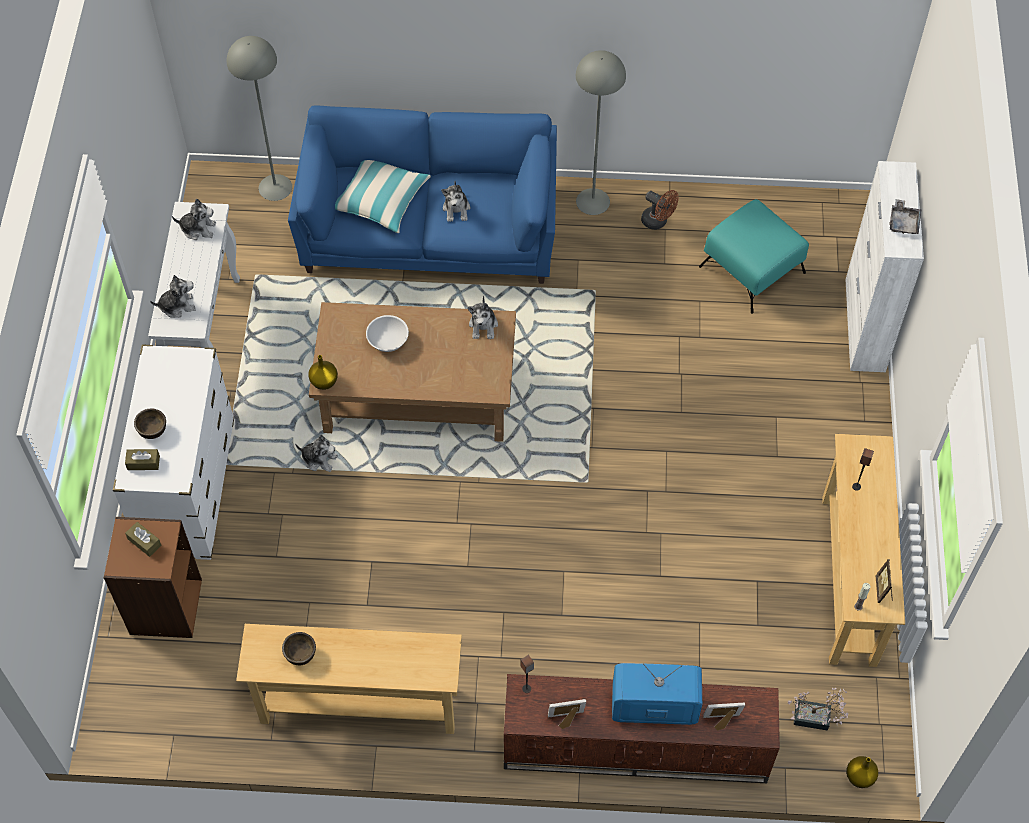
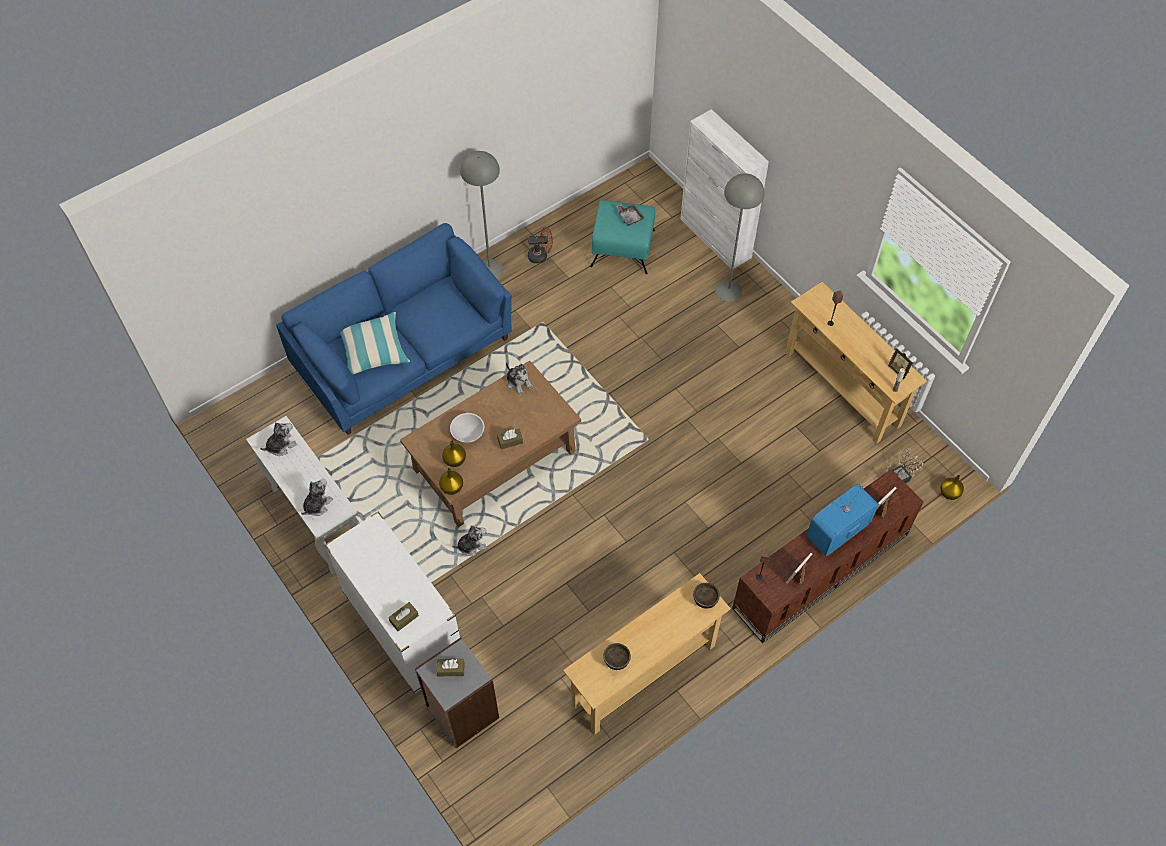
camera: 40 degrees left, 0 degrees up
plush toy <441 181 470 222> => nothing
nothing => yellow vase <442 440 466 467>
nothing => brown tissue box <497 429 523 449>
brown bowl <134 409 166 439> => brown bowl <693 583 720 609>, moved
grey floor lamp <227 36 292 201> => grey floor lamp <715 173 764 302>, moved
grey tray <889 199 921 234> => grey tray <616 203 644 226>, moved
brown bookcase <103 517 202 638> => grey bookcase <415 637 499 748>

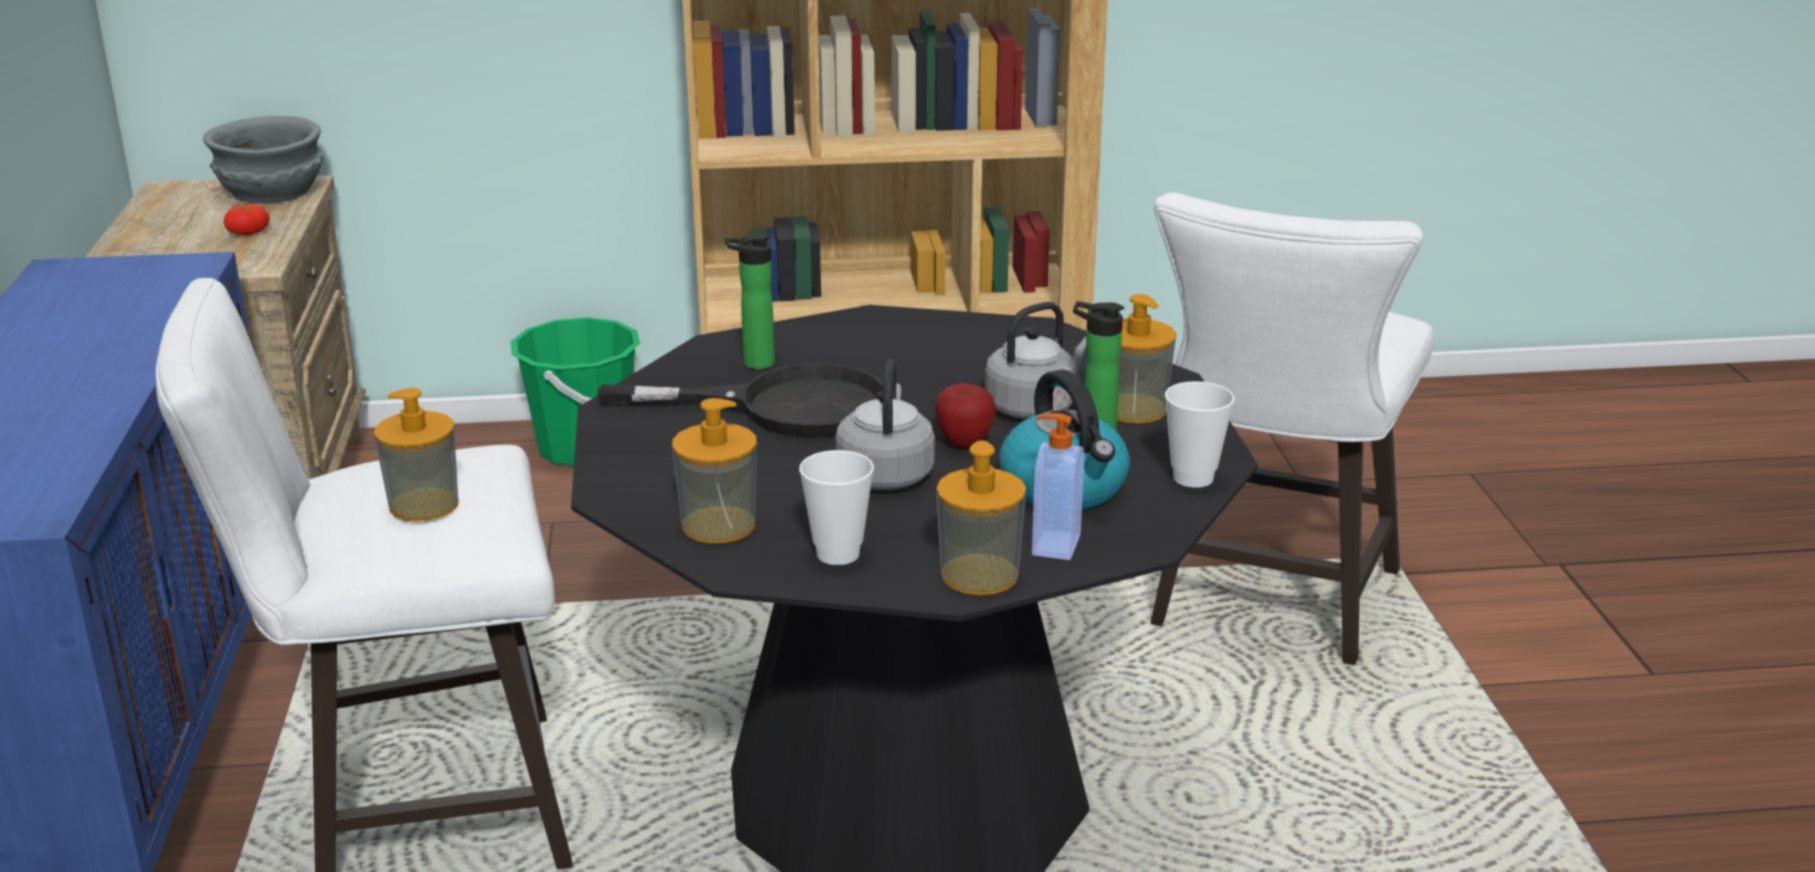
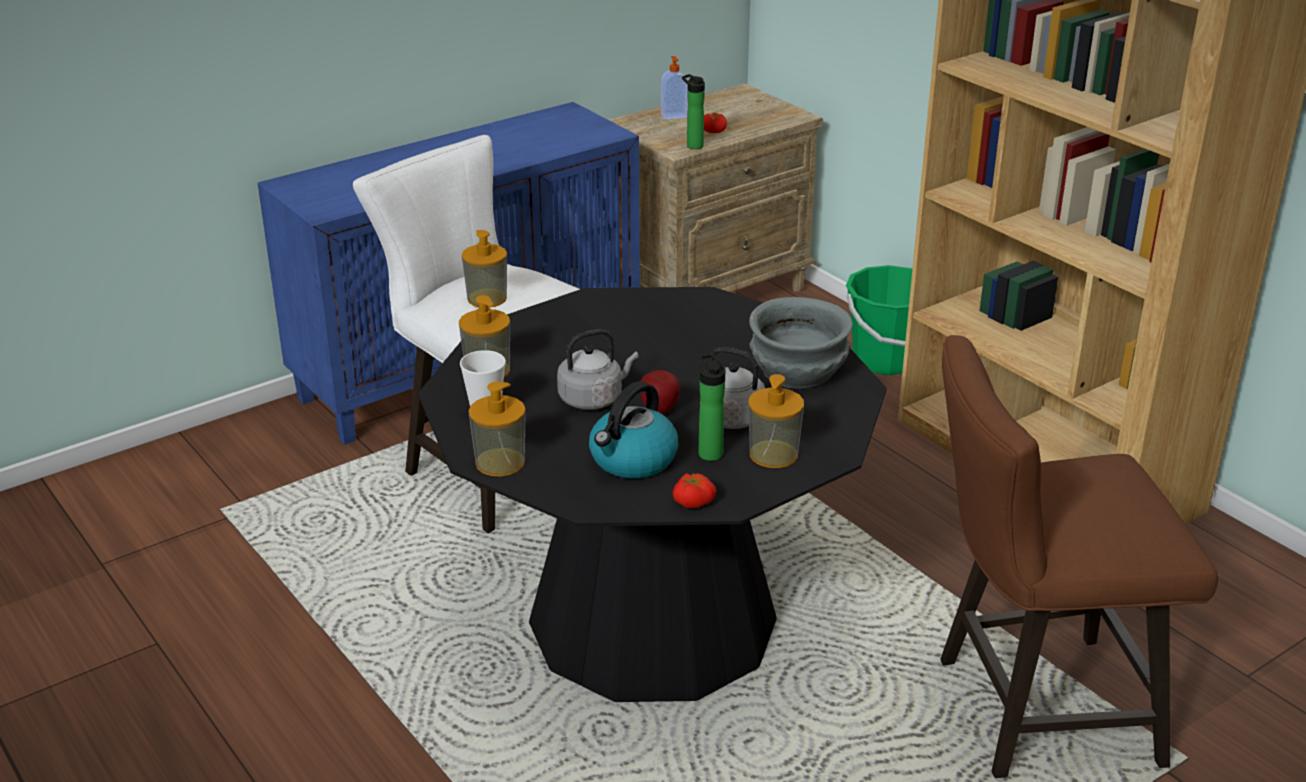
camera: 60 degrees right, 5 degrees up
black frying pan <597 363 883 438> => nothing
grey bowl <203 116 323 204> => grey bowl <749 297 853 389>, moved
bottle <725 233 775 369> => bottle <682 74 705 149>, moved
soap dispenser <1032 413 1084 560> => soap dispenser <661 56 688 120>, moved
cup <1165 381 1234 488> => tomato <673 473 717 508>
white stool <1151 193 1434 665> => brown stool <940 335 1218 778>

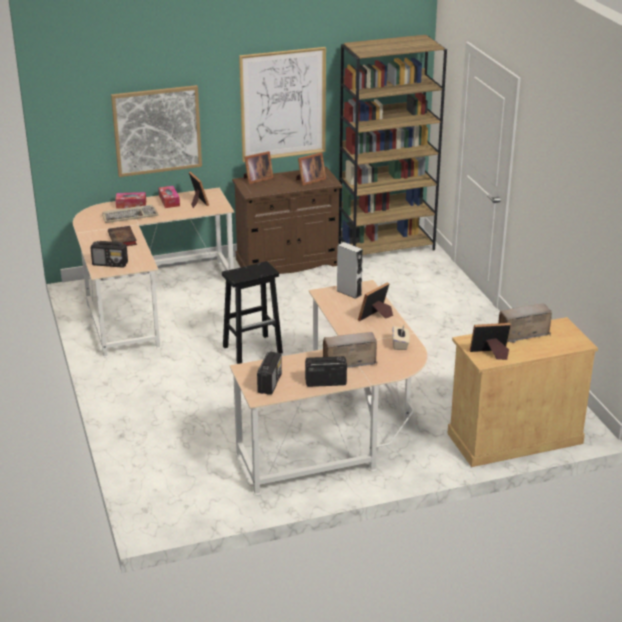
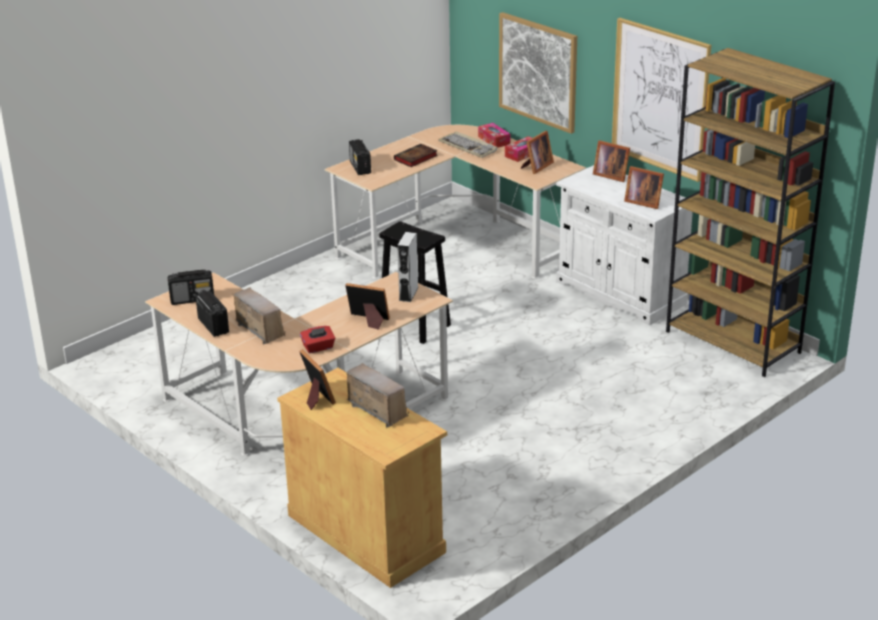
camera: 65 degrees right, 0 degrees up
brown cabinet <232 167 343 274> => white cabinet <556 165 693 325>
beige tissue box <392 326 410 350> => red tissue box <300 326 335 353>

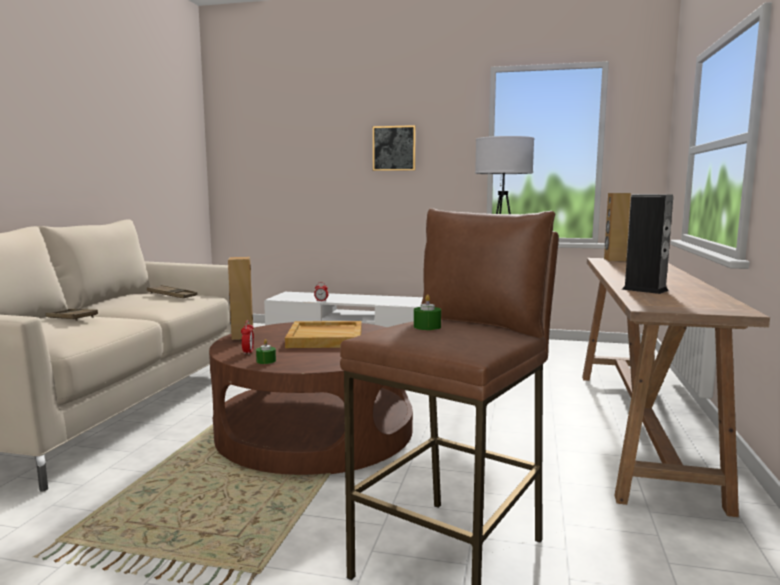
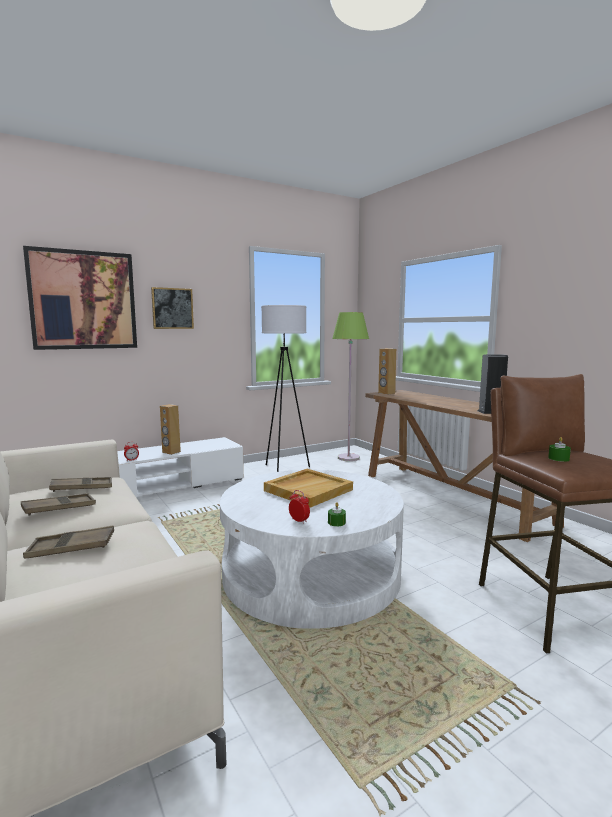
camera: 45 degrees left, 0 degrees up
nothing => brown tray <21 493 96 516>
nothing => picture <23 246 137 350>
nothing => green floor lamp <332 312 369 461>
brown speaker <228 257 254 340> => brown speaker <160 404 181 455>, moved
brown coffee table <209 322 413 475> => white coffee table <220 470 404 629>

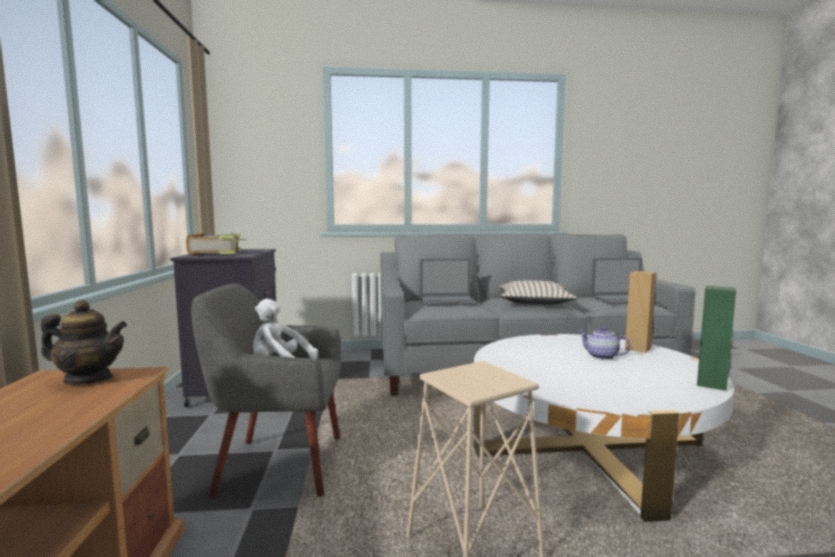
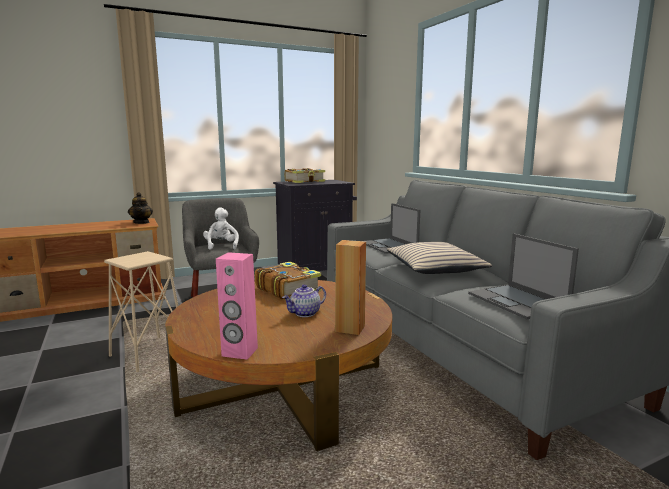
camera: 70 degrees right, 5 degrees up
nothing => book <255 262 321 299>
white coffee table <474 334 734 522> => brown coffee table <165 280 392 451>
green speaker <697 286 736 391> => pink speaker <216 252 258 360>
teapot <579 327 630 360> => teapot <282 284 326 317>, 150 degrees counterclockwise

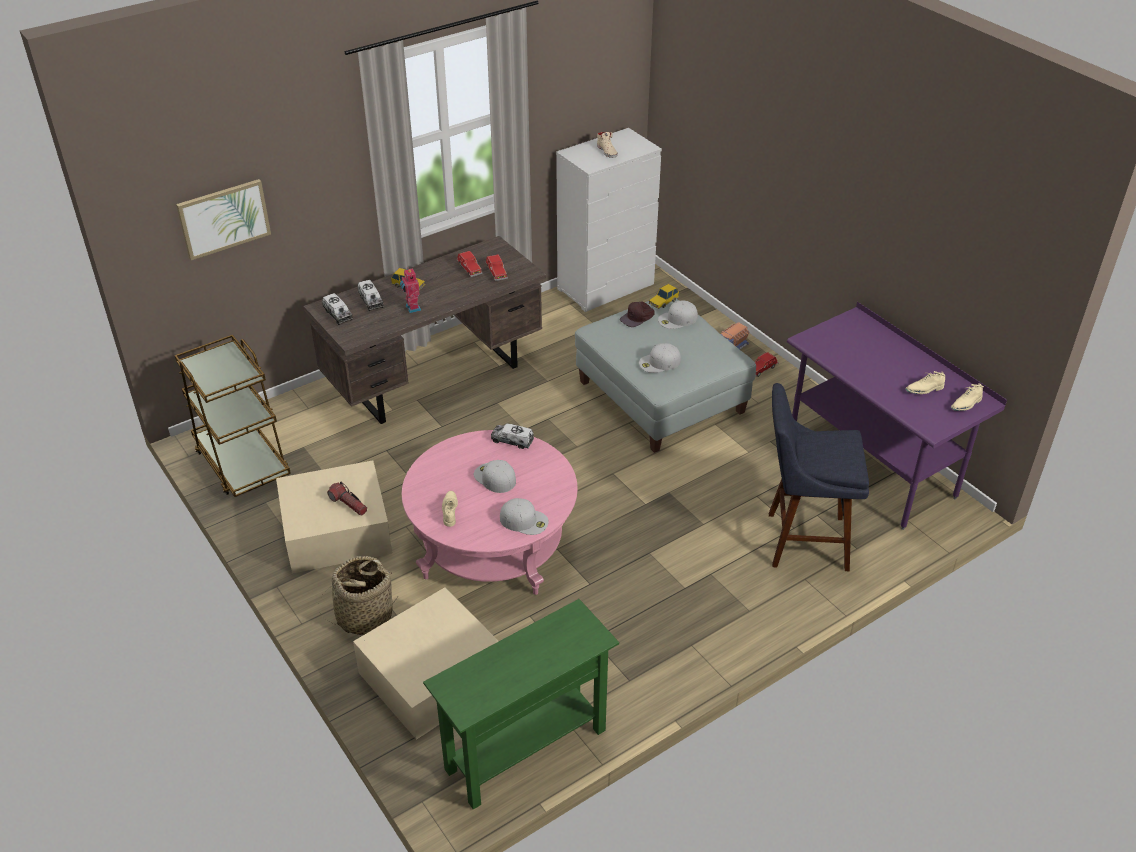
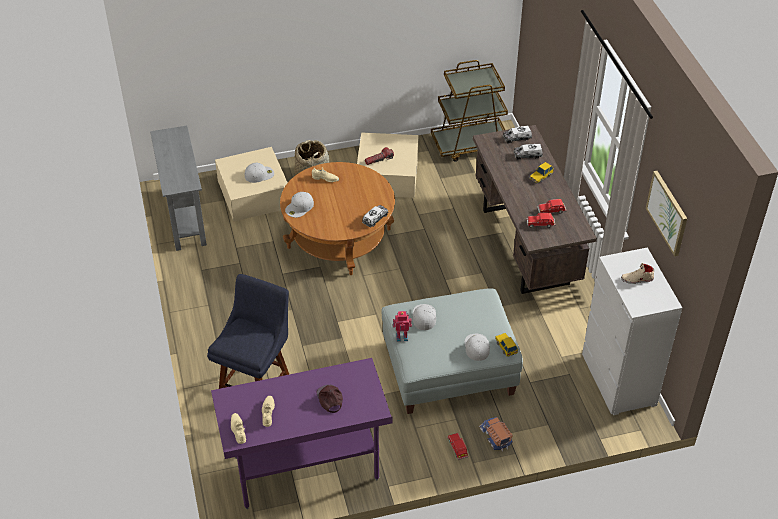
camera: 110 degrees right, 5 degrees up
picture <176 179 271 260> => picture <646 171 687 256>, moved
toy robot <400 268 421 313> => toy robot <393 311 412 342>, moved
white cap <474 460 516 493> => white cap <245 163 274 183>, moved
brown cap <620 302 655 327> => brown cap <317 385 343 413>, moved
pink coffee table <402 430 578 595> => brown coffee table <280 162 395 275>
green console table <423 599 619 809> => grey console table <150 125 207 251>

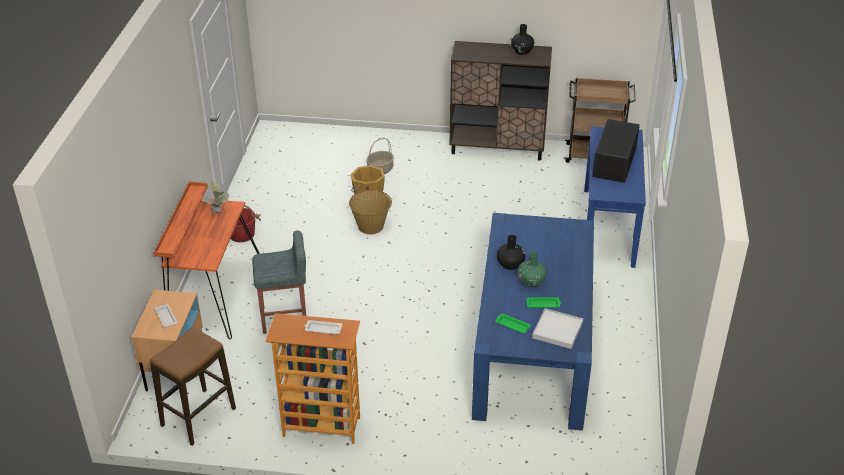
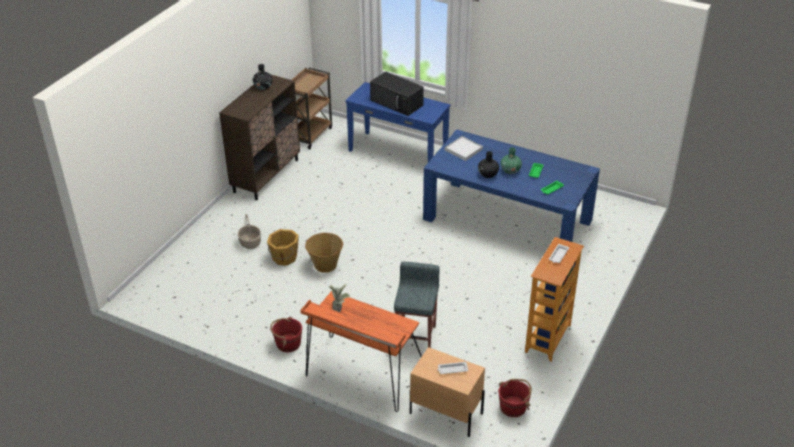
camera: 70 degrees left, 0 degrees up
white tray <532 308 583 349> => white tray <445 136 483 161>, moved
stool <150 327 236 446> => red bucket <499 379 532 417>

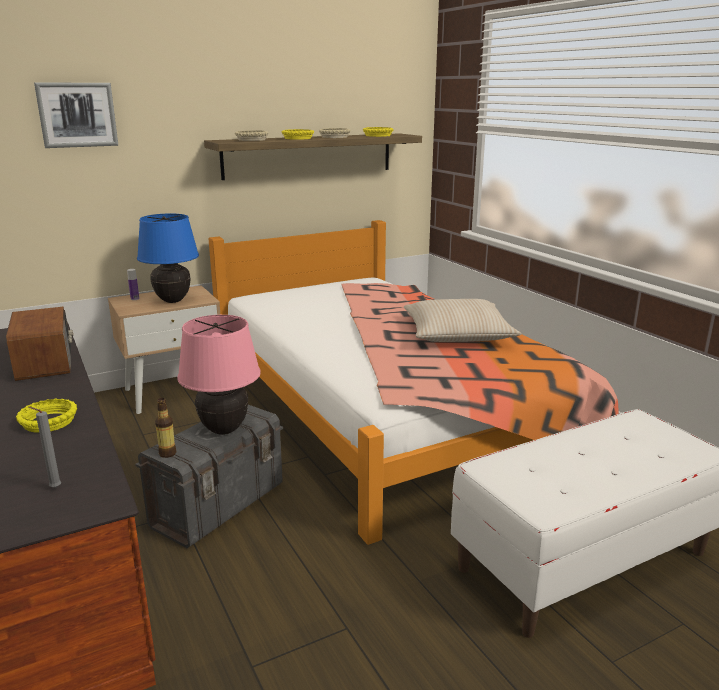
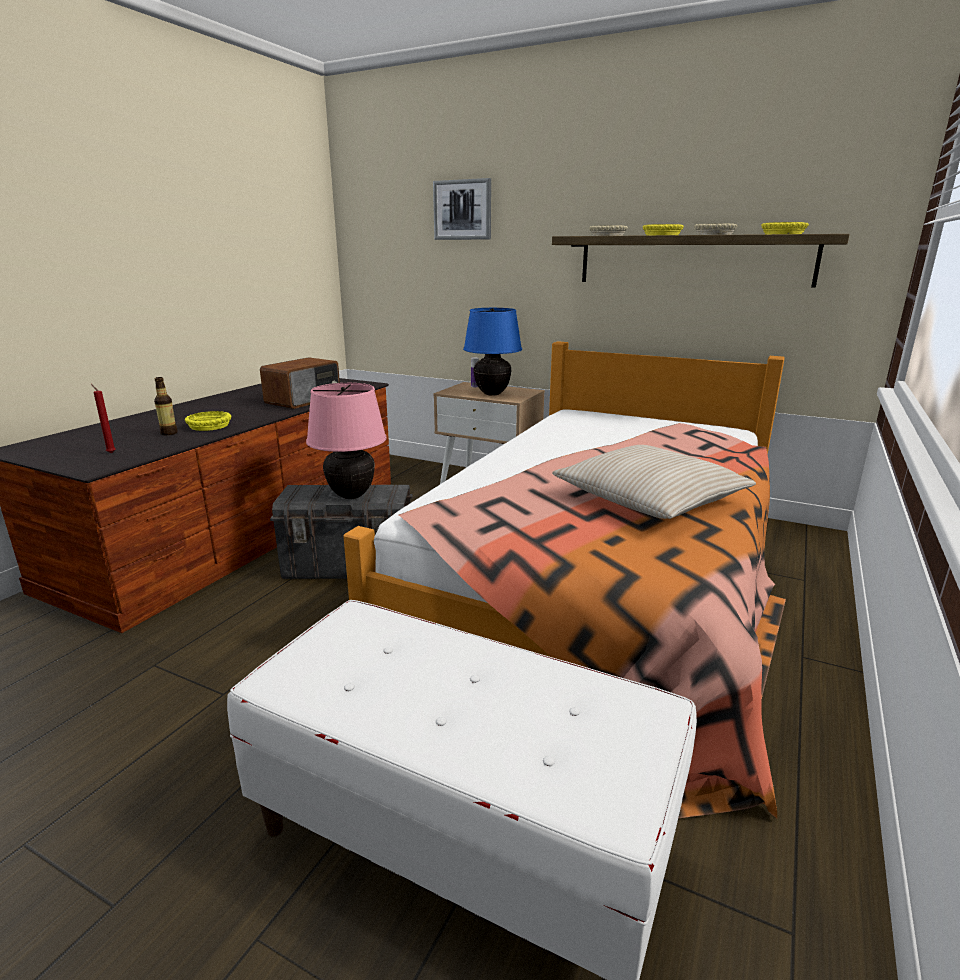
camera: 55 degrees right, 0 degrees up
bottle <155 398 176 458> => bottle <154 377 178 435>, moved
grey candle <28 407 61 488> => red candle <91 384 115 453>

